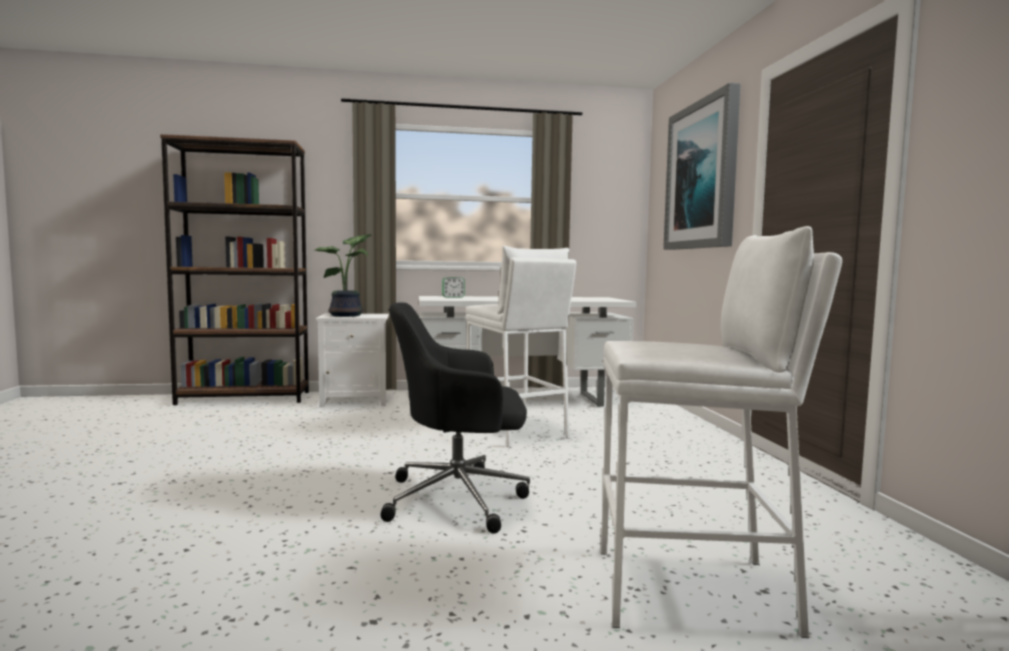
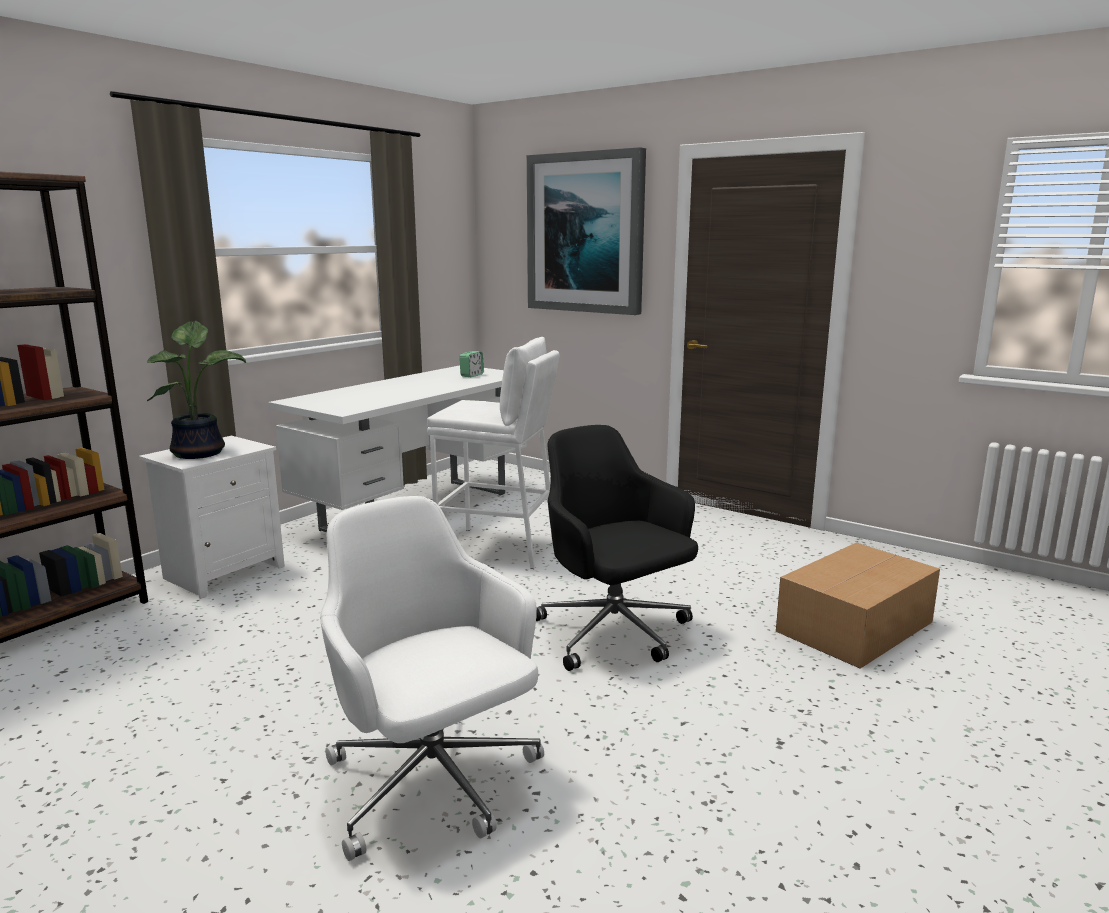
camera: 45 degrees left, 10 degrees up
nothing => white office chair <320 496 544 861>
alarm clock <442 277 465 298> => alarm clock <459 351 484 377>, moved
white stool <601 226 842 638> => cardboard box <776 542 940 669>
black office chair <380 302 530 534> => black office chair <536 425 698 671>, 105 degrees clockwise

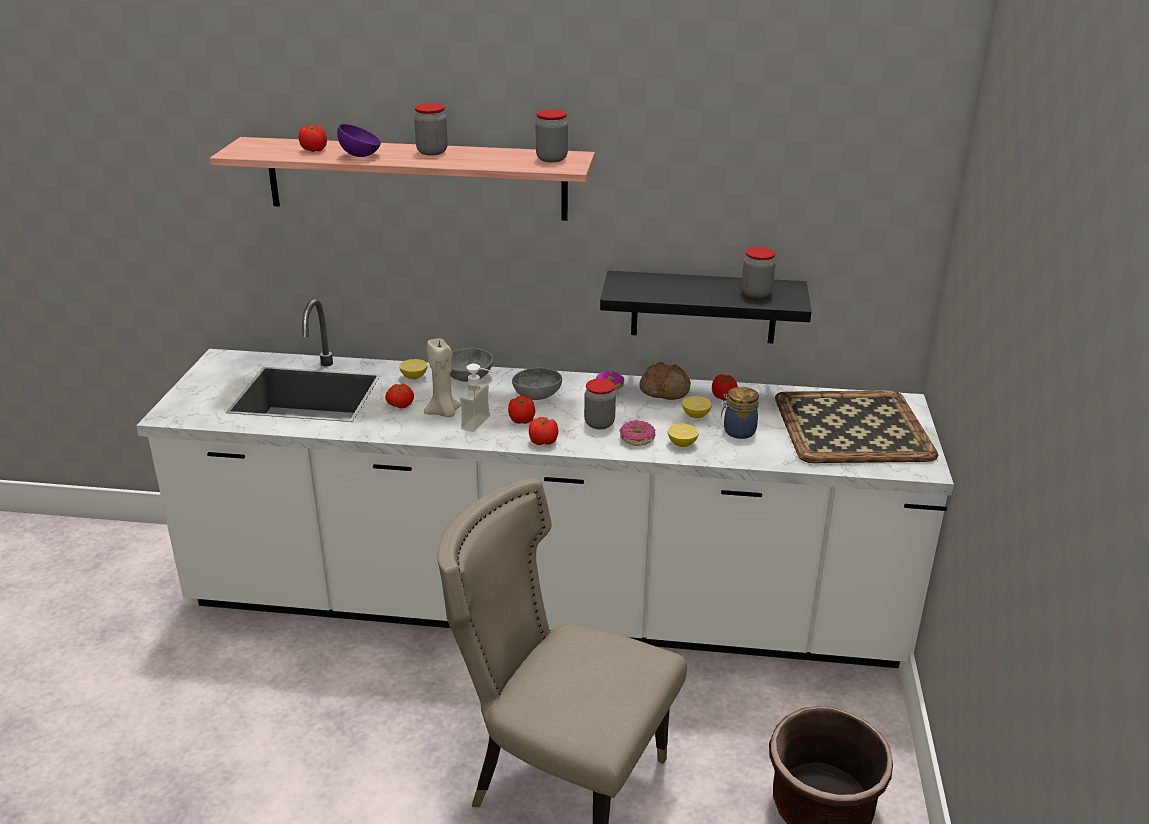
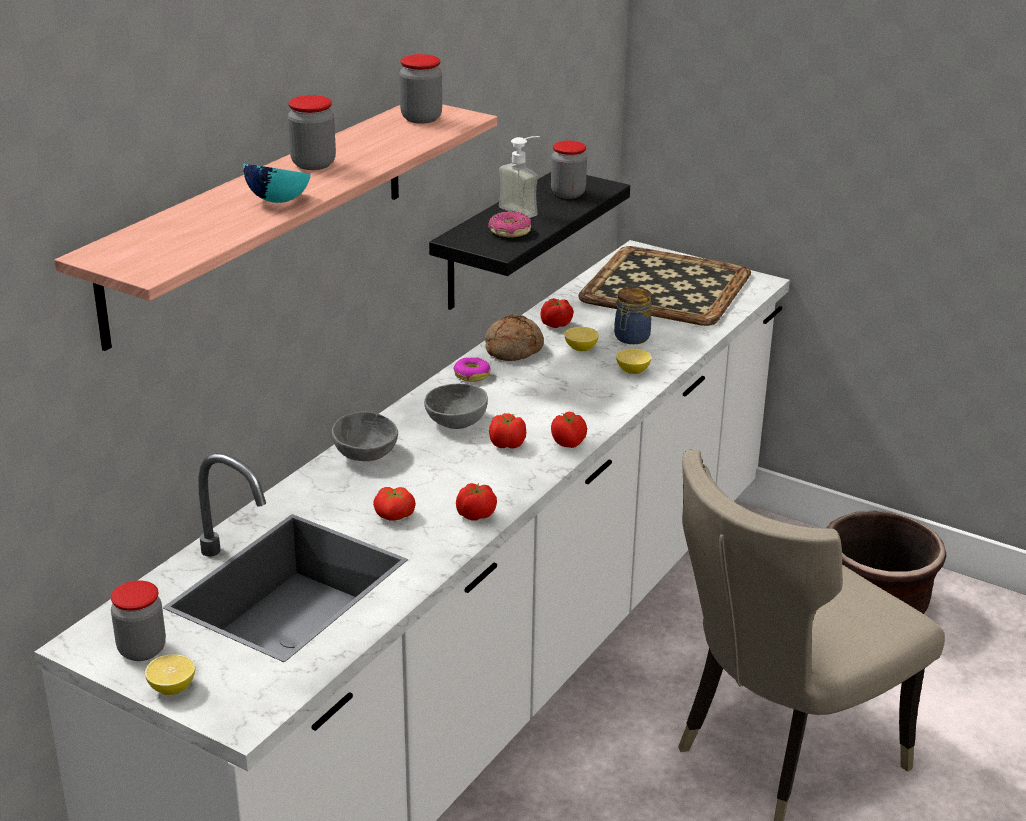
camera: 65 degrees left, 0 degrees up
beige candle <424 338 461 417> => nothing
tomato <299 125 327 152> => tomato <456 483 497 521>, moved
lemon <399 359 427 379> => lemon <145 654 195 695>, moved
soap dispenser <460 364 494 432> => soap dispenser <499 136 540 218>, moved
jar <584 379 616 429> => jar <111 581 166 661>, moved
donut <619 420 655 446> => donut <488 211 531 237>, moved
purple bowl <337 124 381 157> => turquoise bowl <243 164 311 203>

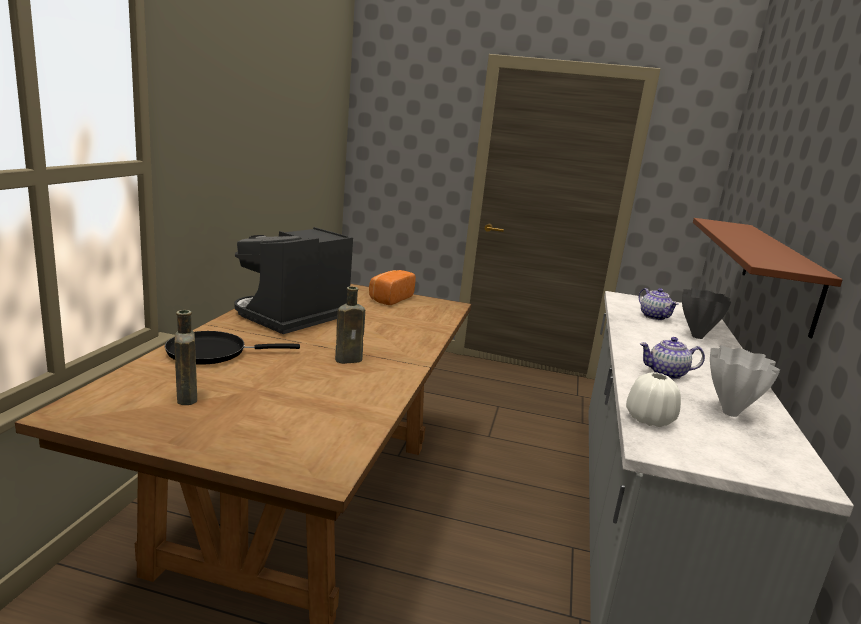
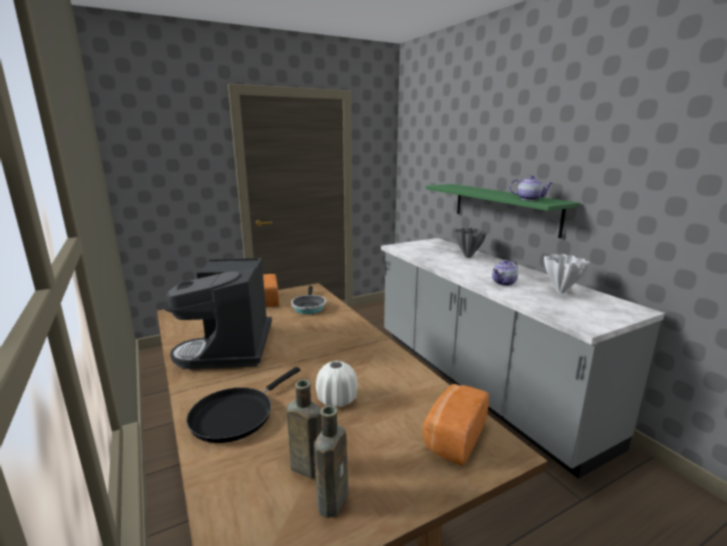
camera: 40 degrees left, 0 degrees up
nothing => frying pan <291 286 326 314>
nothing => bread <422 384 489 466>
brown bottle <335 286 365 364> => brown bottle <314 406 348 518>, moved
white vase <626 372 681 427> => white vase <316 361 358 407>, moved
teapot <639 288 679 320> => teapot <510 175 553 201>, moved
brown shelf <693 218 843 338> => green shelf <426 184 580 238>

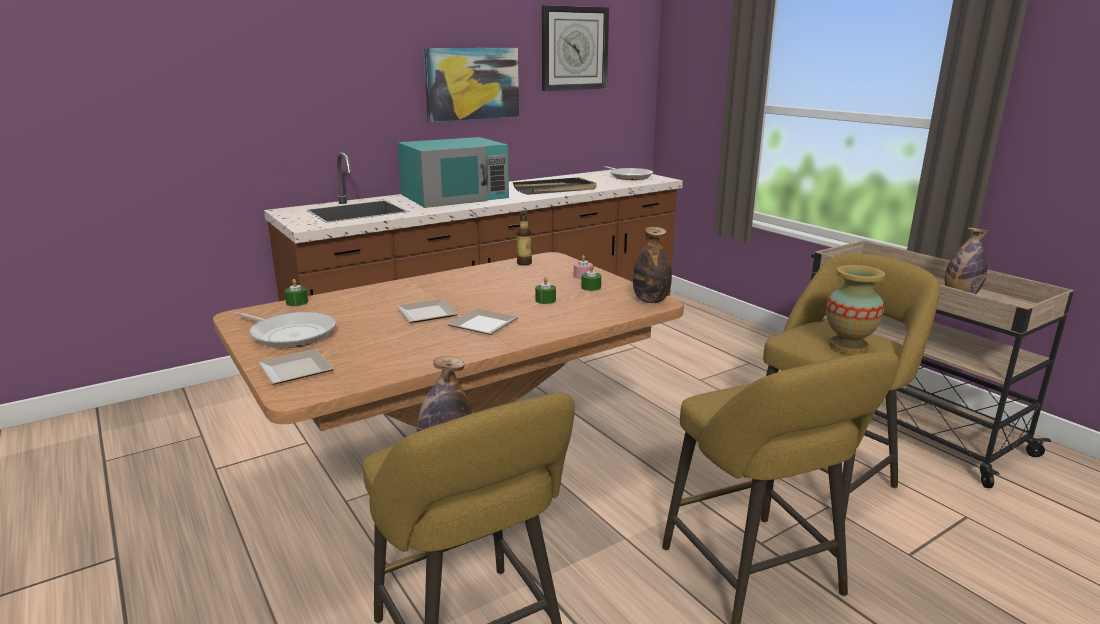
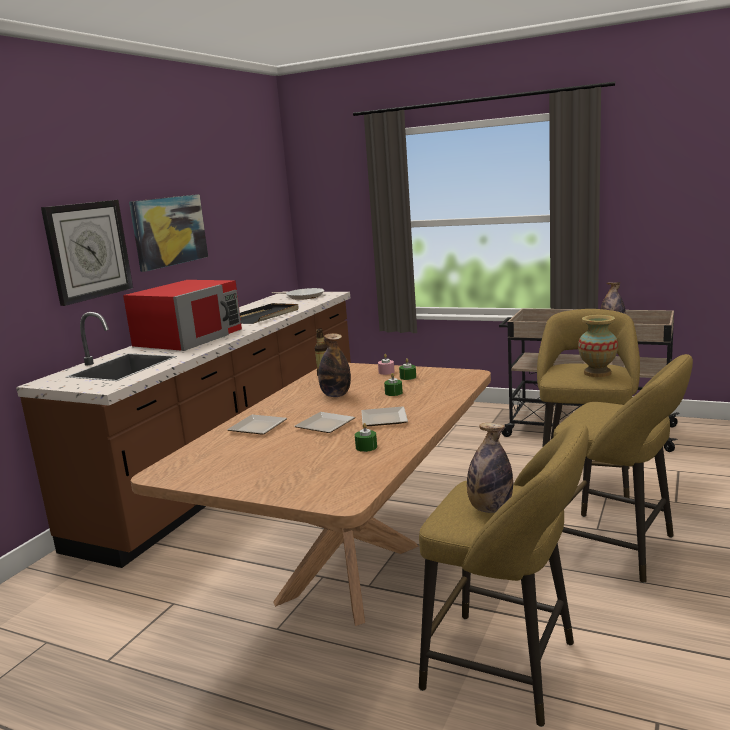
camera: 30 degrees left, 5 degrees down
frying pan <236 312 336 348> => nothing
plate <258 349 334 384> => plate <227 415 287 435>, moved
green candle <284 279 308 306> => green candle <355 423 377 452>, moved
wall clock <542 5 609 91> => wall clock <41 200 133 306>, moved
bottle <633 227 672 303> => bottle <318 333 351 397>, moved
turquoise microwave <397 137 509 208> => red microwave <123 280 242 351>

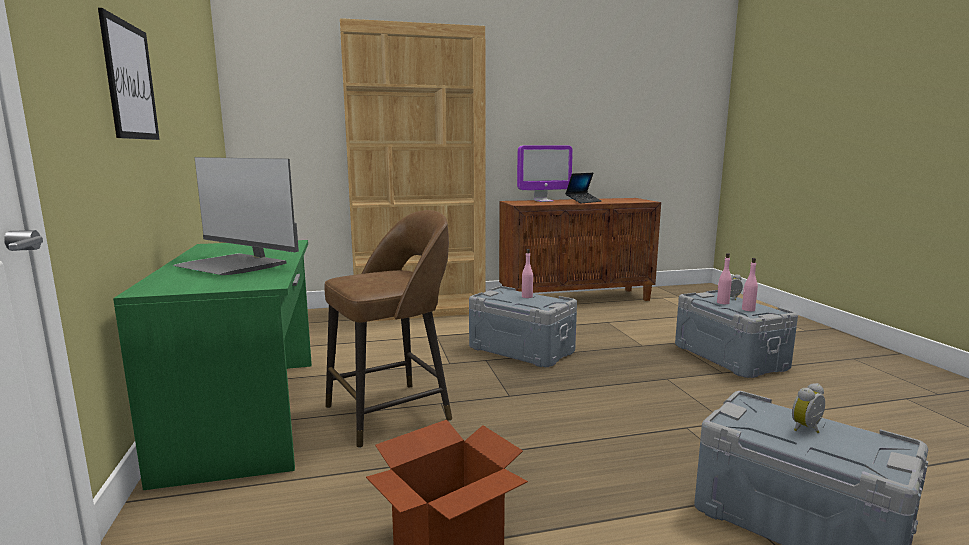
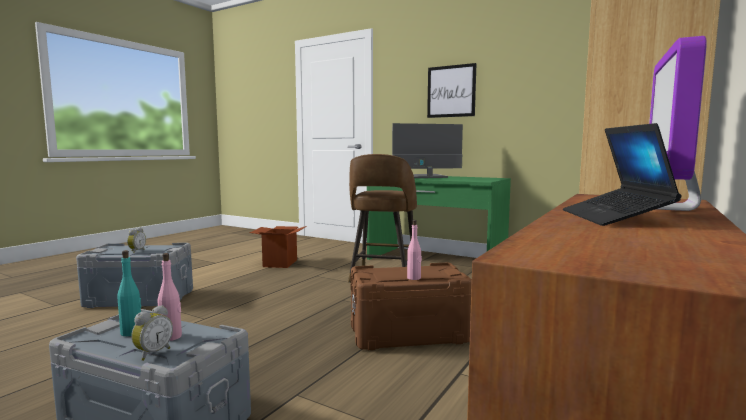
camera: 135 degrees right, 5 degrees down
grey storage box <469 286 577 367> => brown storage box <350 263 472 350>
pink bottle <742 258 758 311> => turquoise bottle <117 250 141 336>

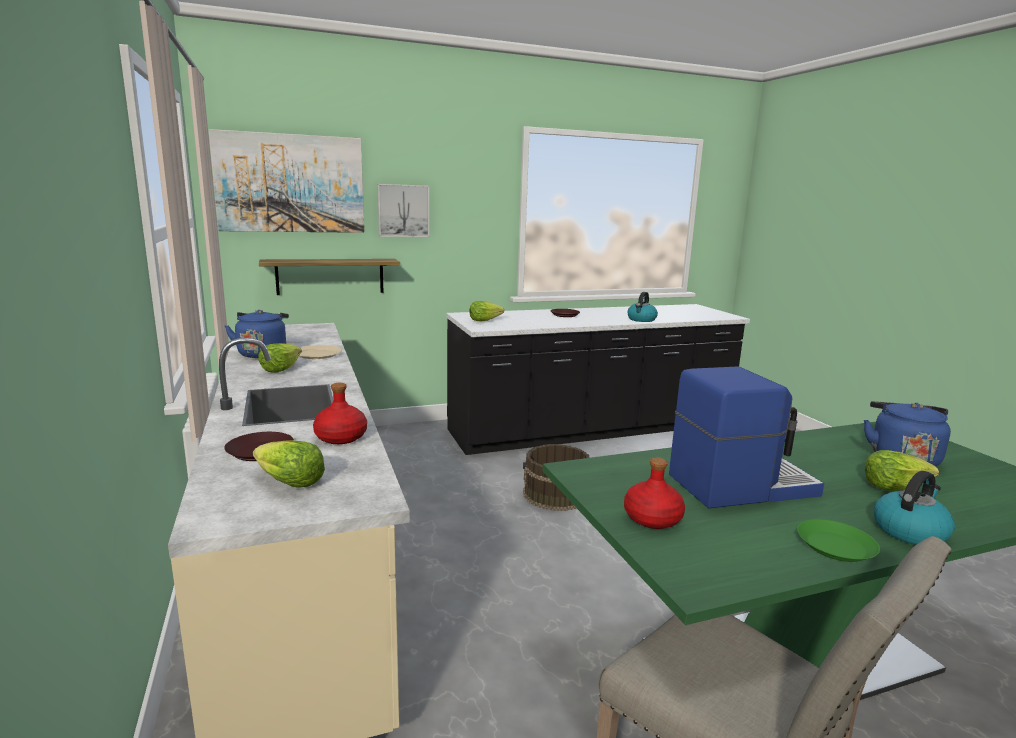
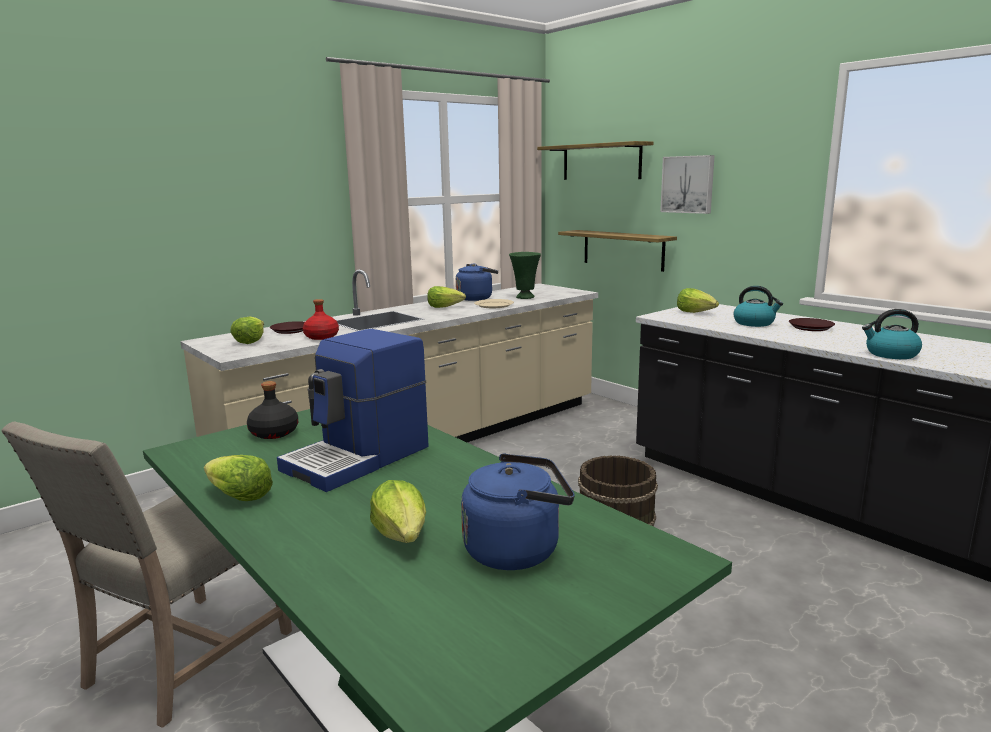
camera: 70 degrees right, 0 degrees up
nothing => green vase <509 252 541 299>
kettle <874 471 955 545> => kettle <733 286 783 327>, moved
picture <209 129 364 233> => shelf <537 141 654 180>
green plate <797 519 880 562> => lettuce <204 455 273 501>
red bottle <624 457 685 529> => black bottle <247 381 298 439>
coffee machine <669 367 824 509> => coffee machine <277 329 429 492>, 75 degrees clockwise

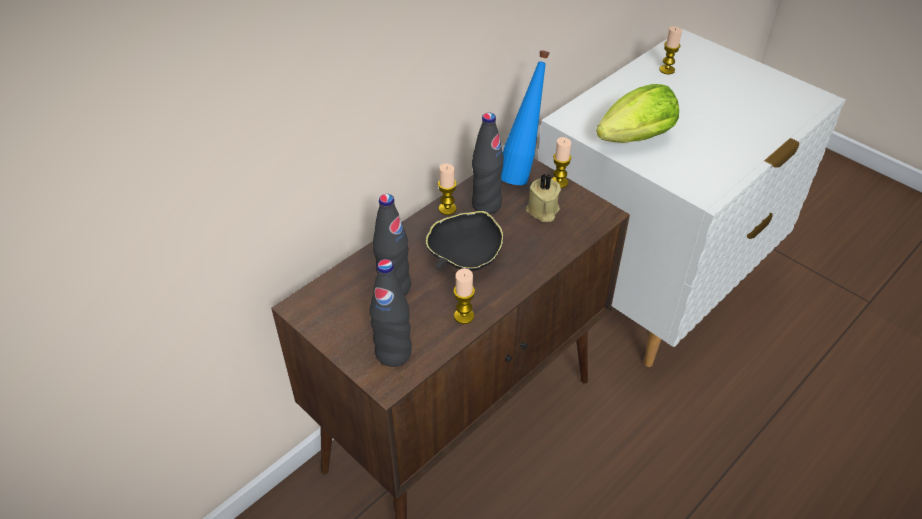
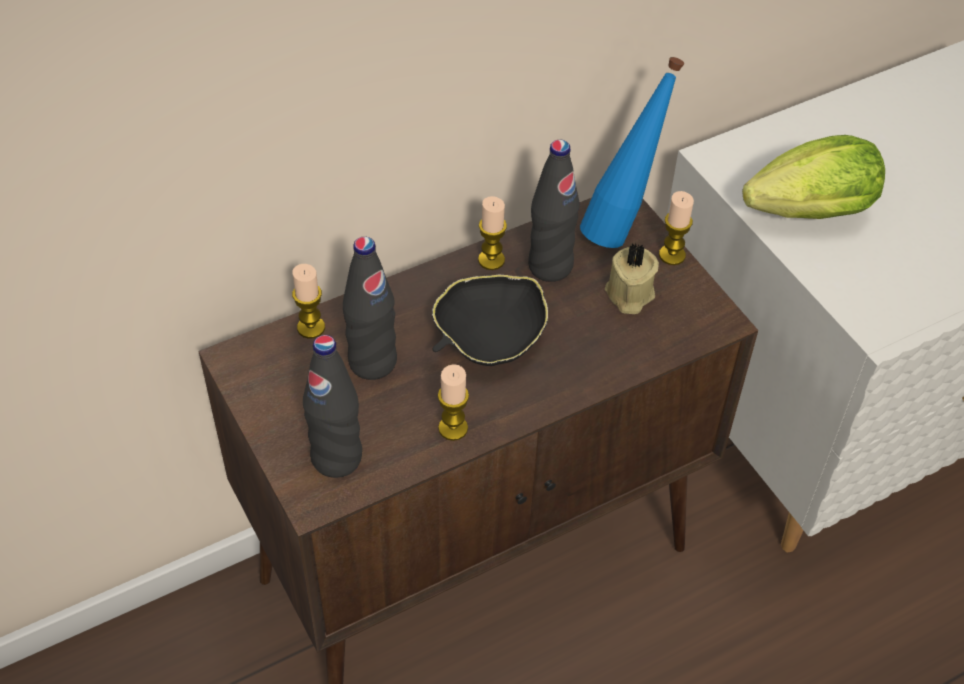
camera: 15 degrees right, 5 degrees up
candle <659 26 682 74> => candle <292 264 325 339>, moved

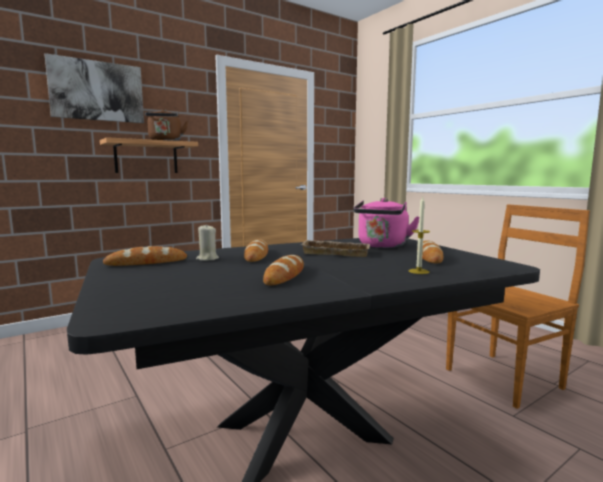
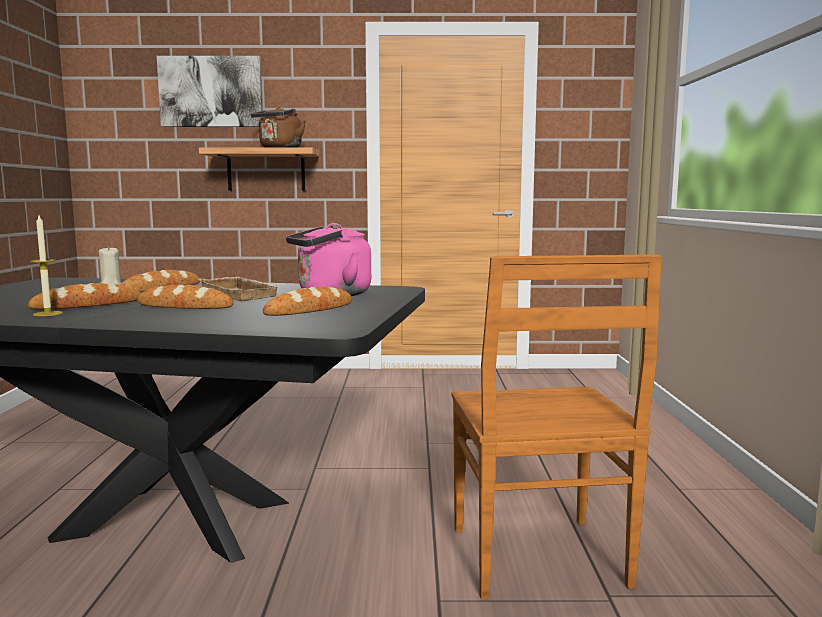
camera: 35 degrees right, 0 degrees up
bread <103 246 187 266> => bread <137 285 233 309>, moved
candle <409 197 430 274> => candle <30 216 63 316>, moved
brown chair <446 204 590 409> => brown chair <451 254 662 600>, 75 degrees clockwise

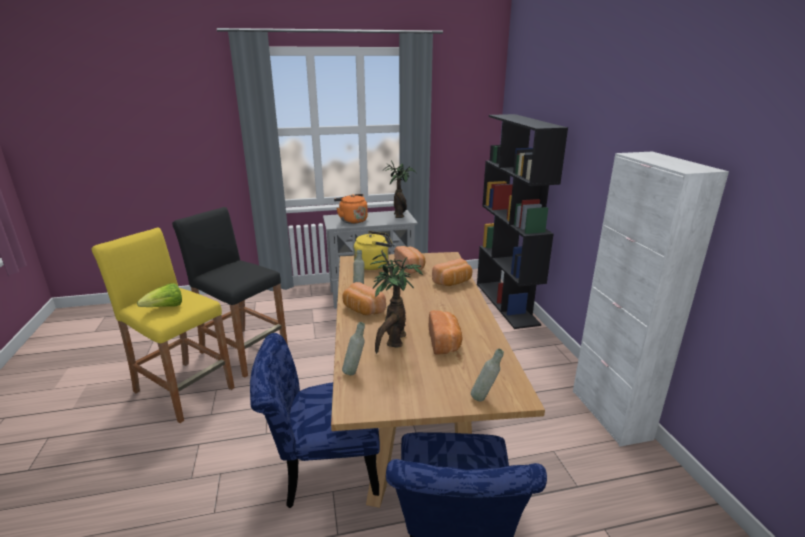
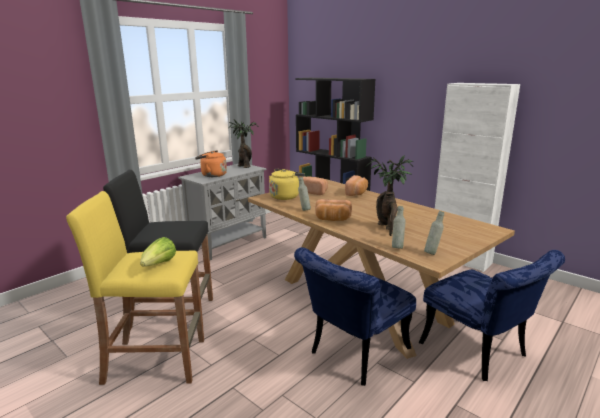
camera: 35 degrees left, 5 degrees down
bread <429 310 463 355> => nothing
grey bottle <471 348 504 402> => grey bottle <424 211 444 255>, moved

